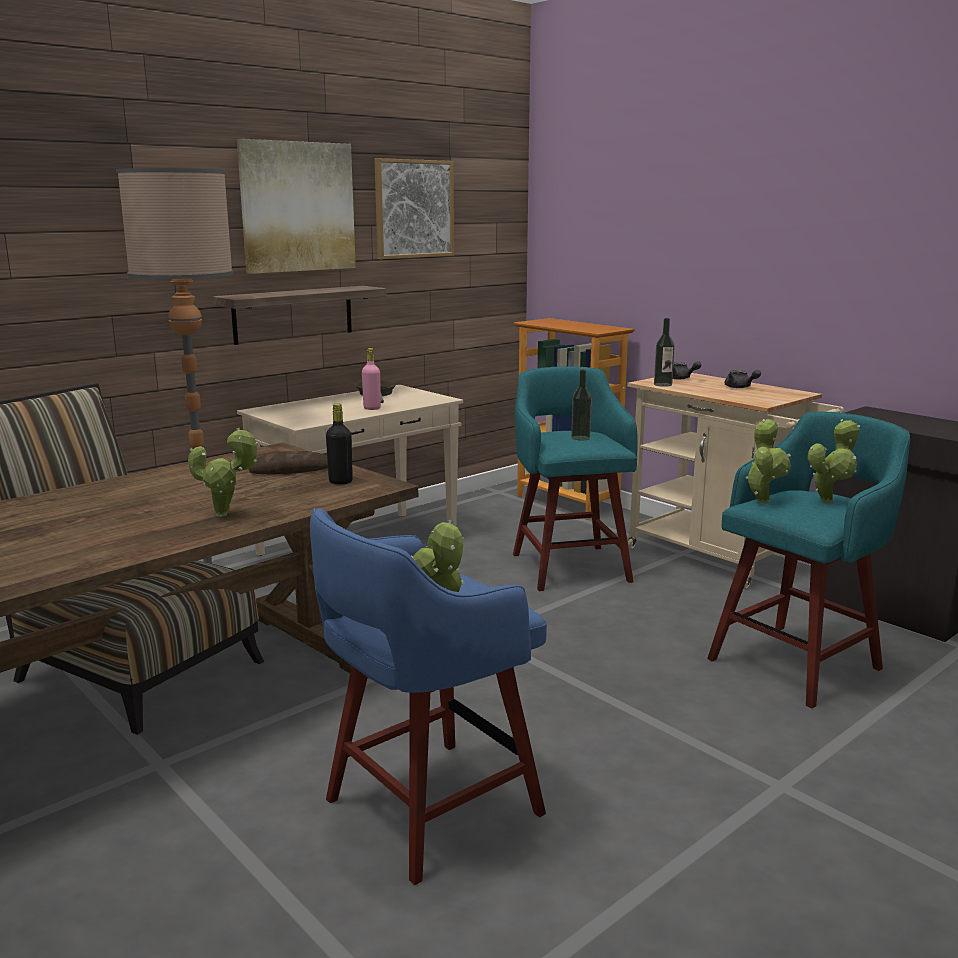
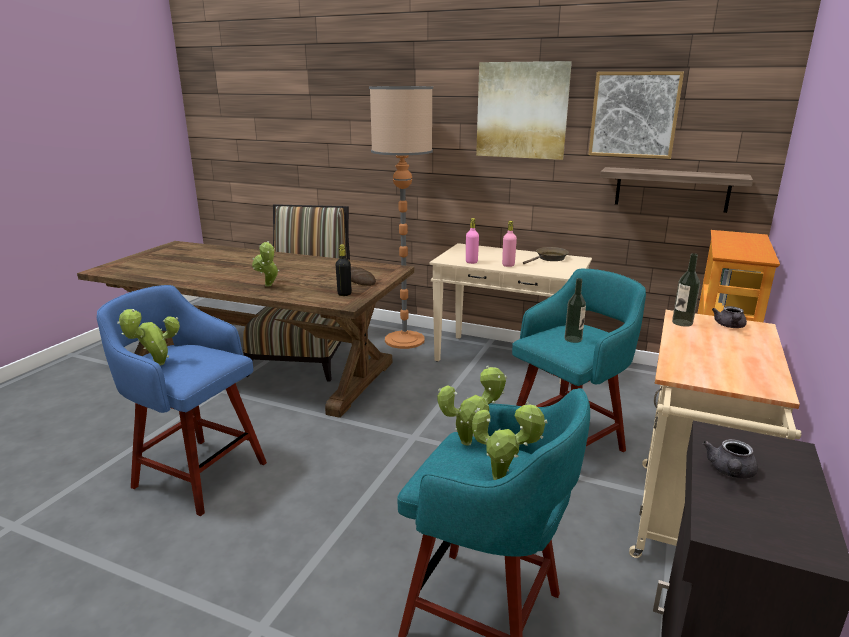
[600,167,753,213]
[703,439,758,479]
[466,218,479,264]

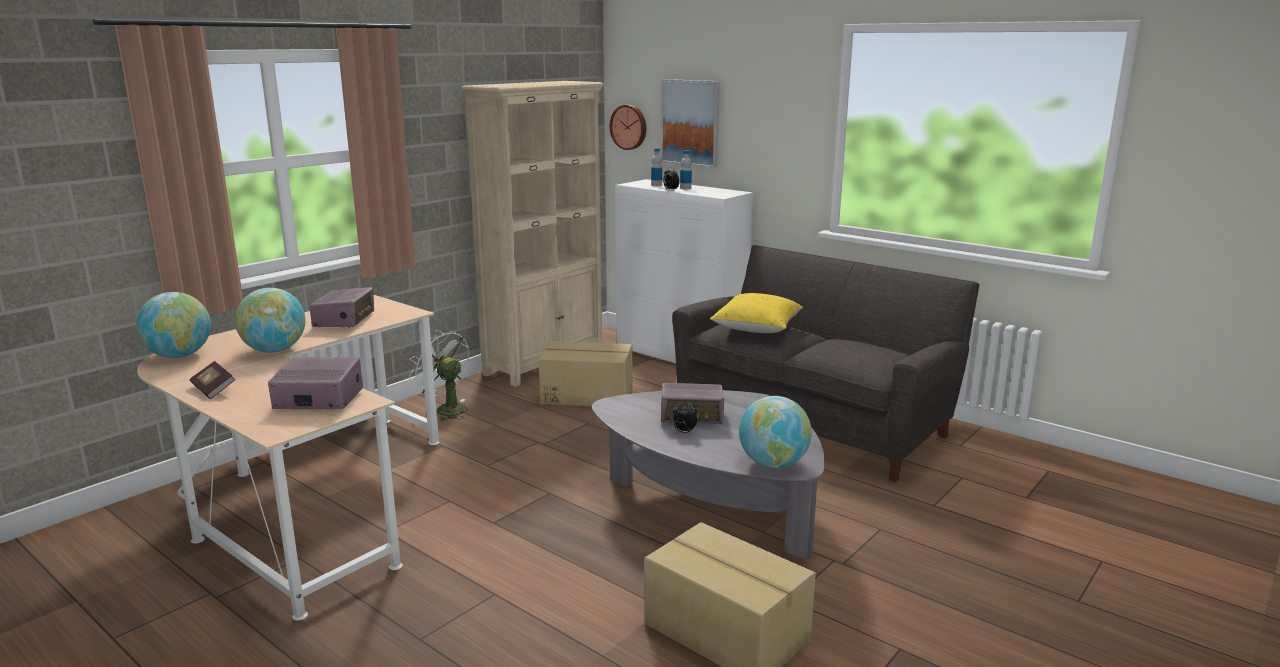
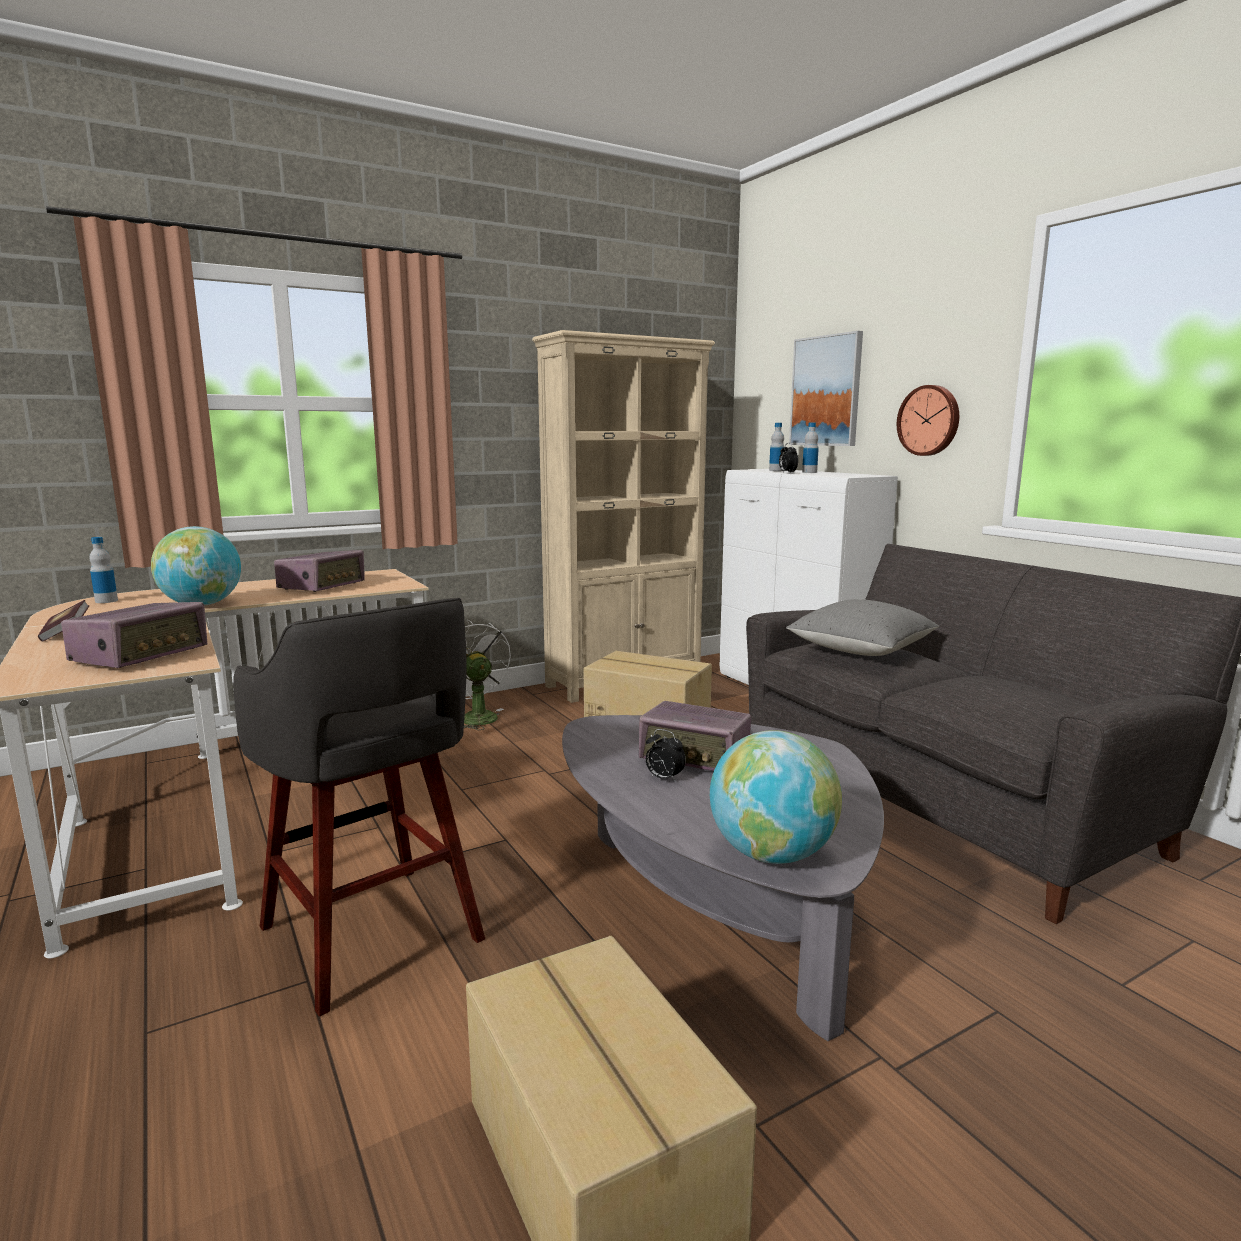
[897,385,959,456]
[89,537,118,603]
[786,599,939,656]
[61,602,207,668]
[233,598,485,1016]

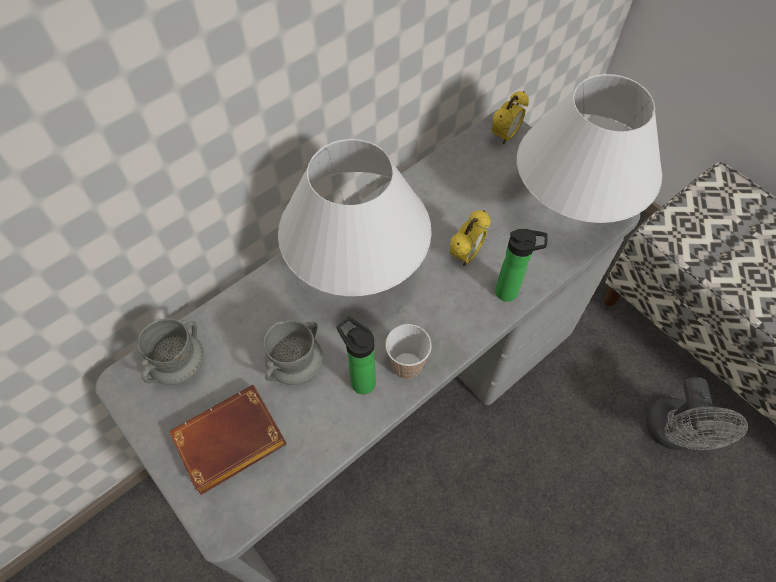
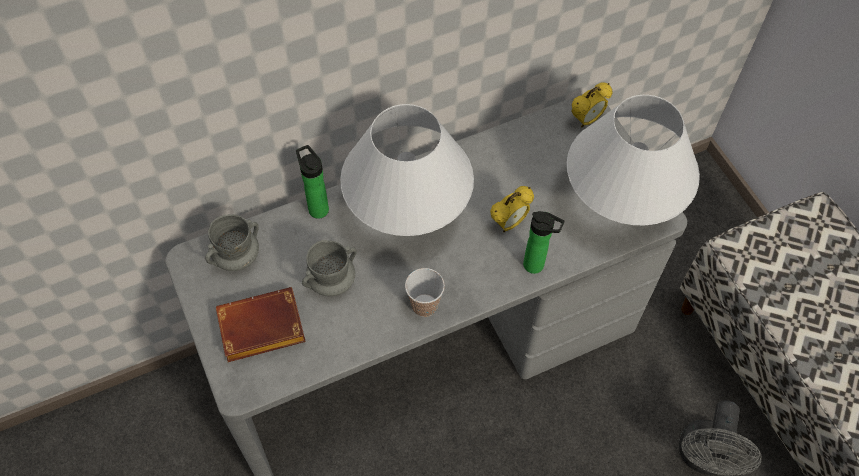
[296,145,329,219]

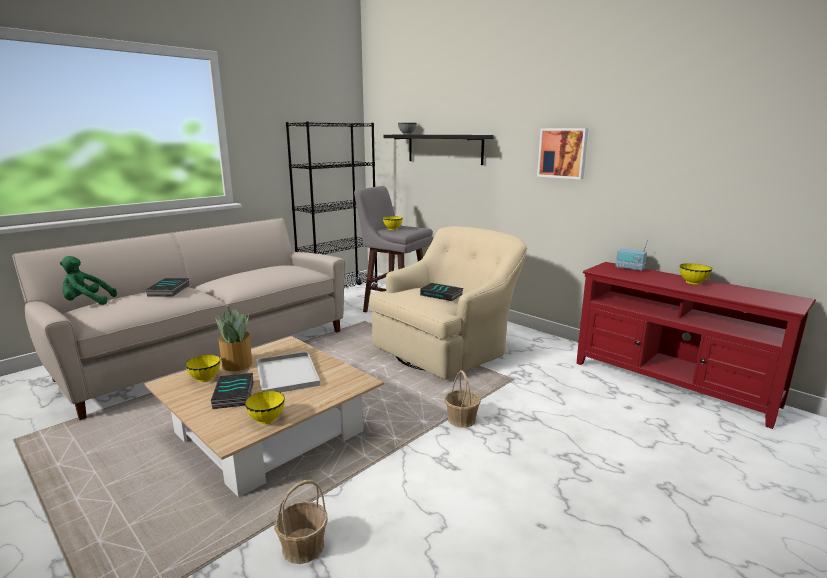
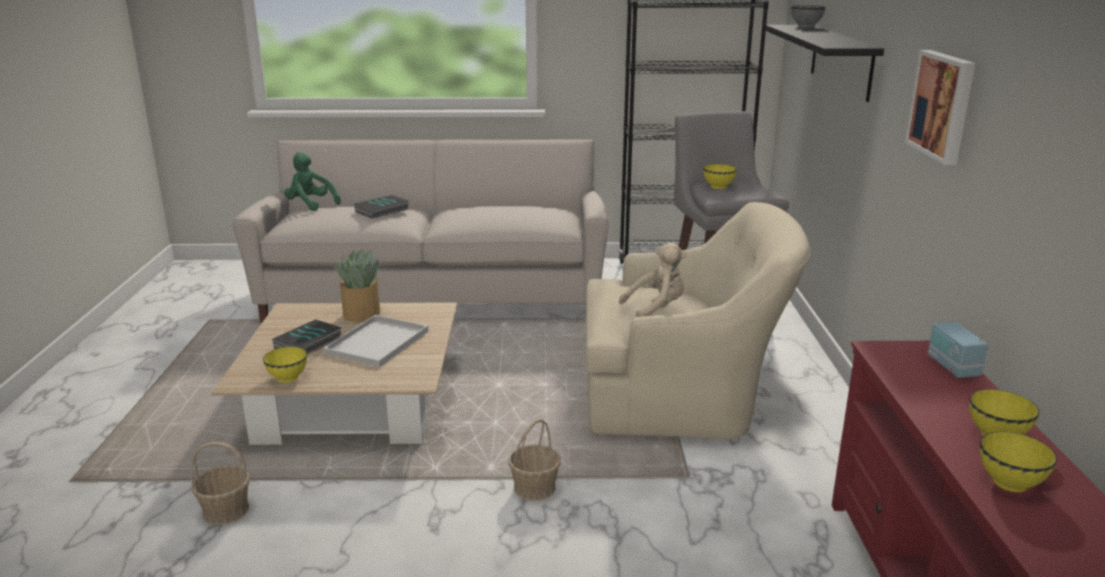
[619,243,686,317]
[980,431,1057,492]

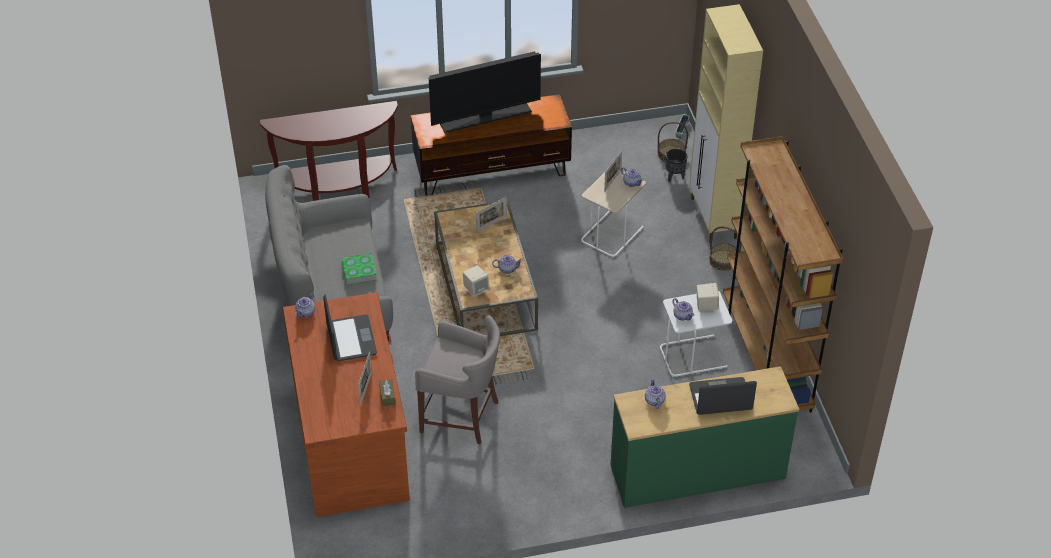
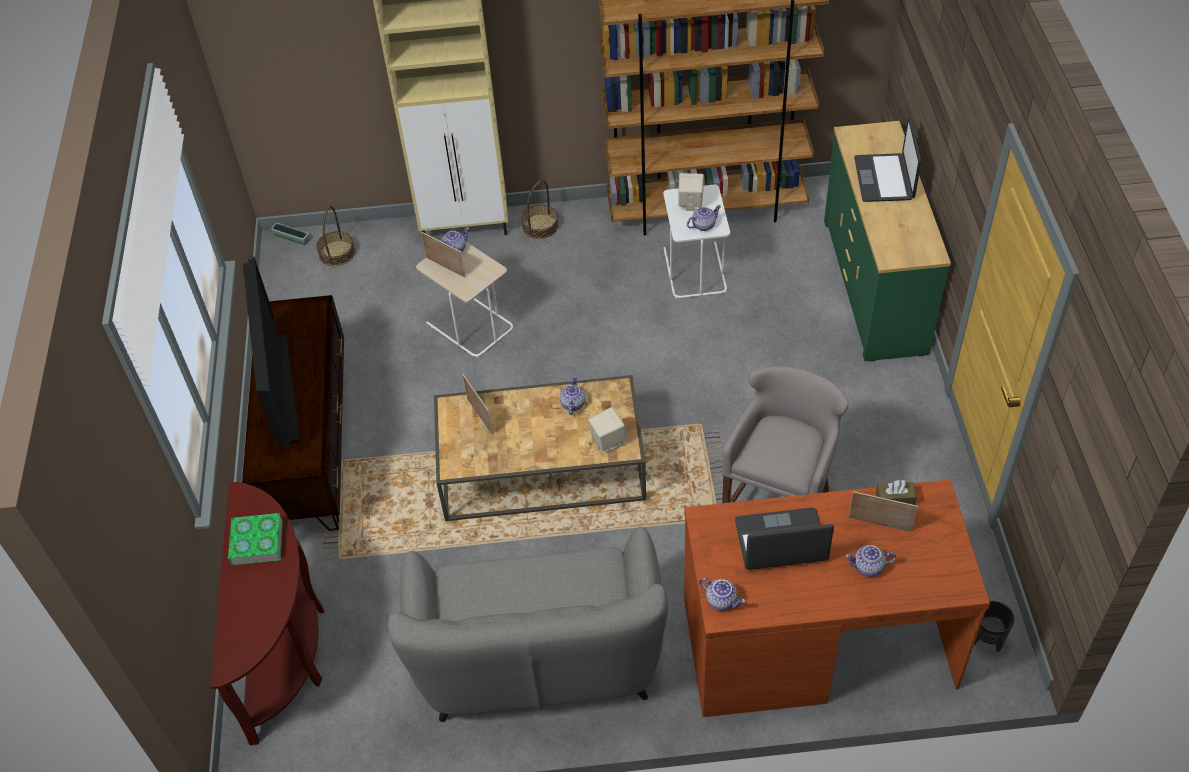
[974,601,1015,652]
[228,513,283,565]
[845,545,896,577]

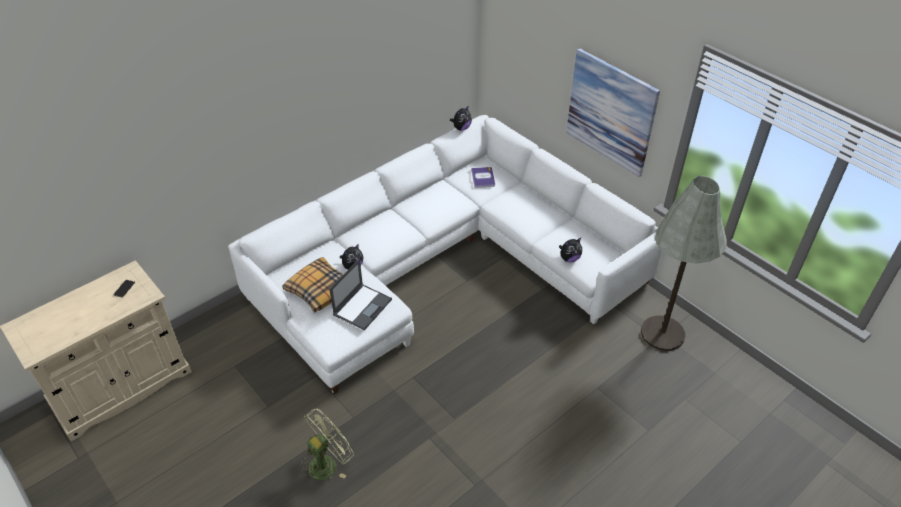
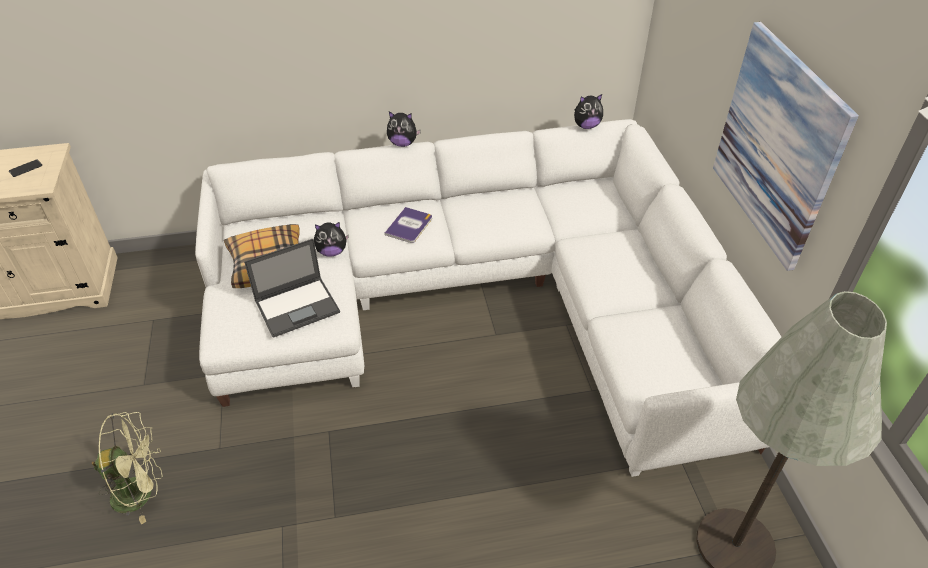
[384,207,432,243]
[387,112,421,147]

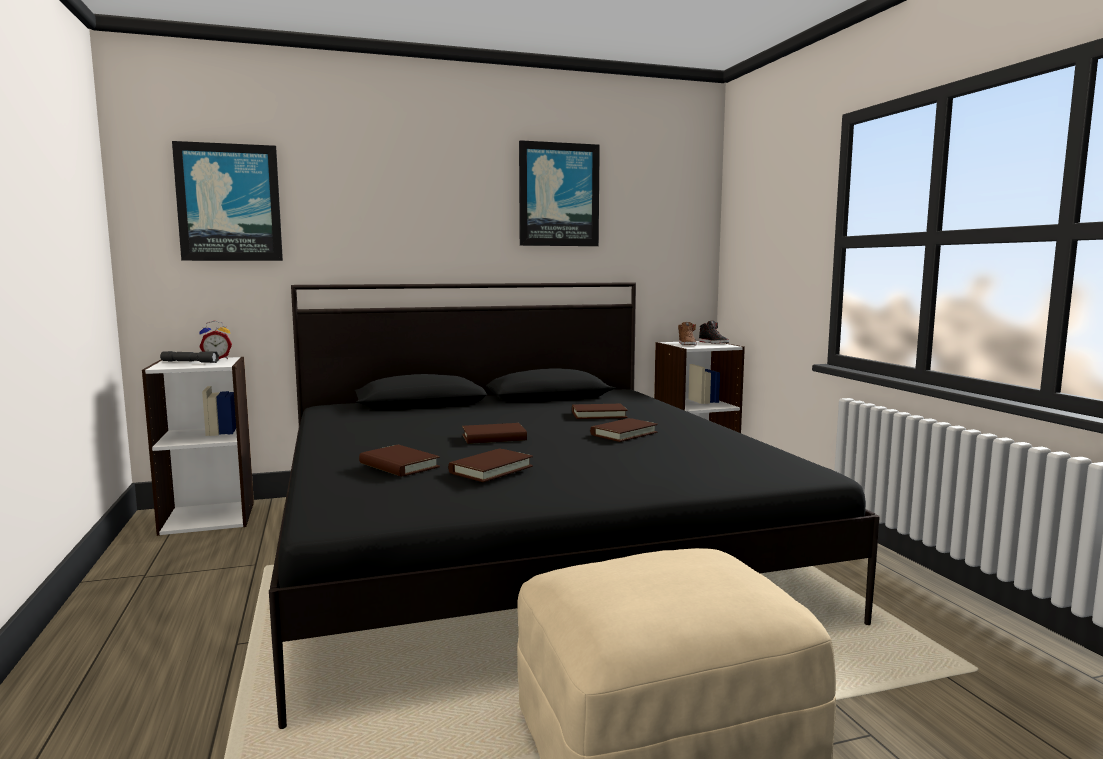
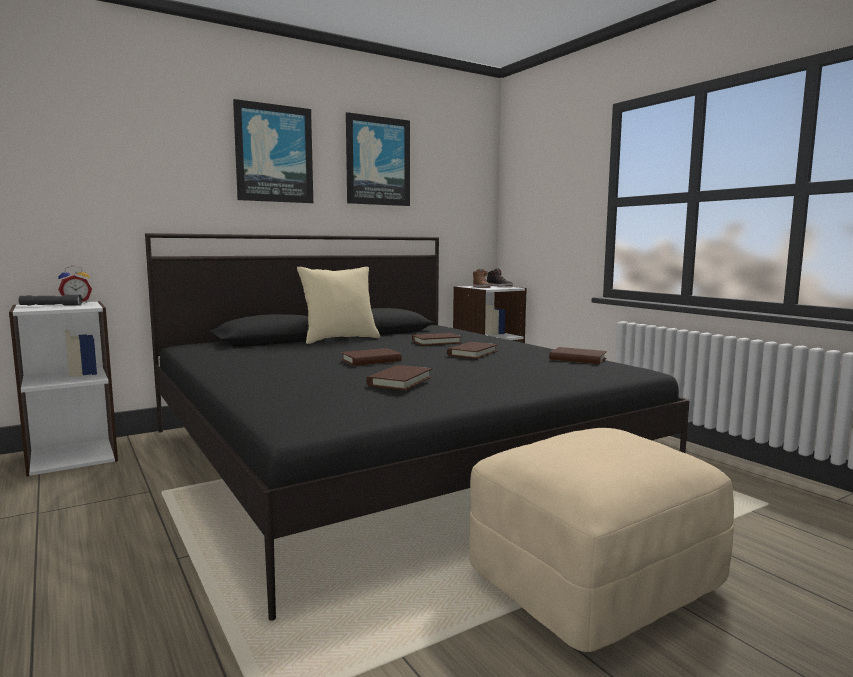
[233,99,313,203]
[549,347,607,364]
[297,267,380,344]

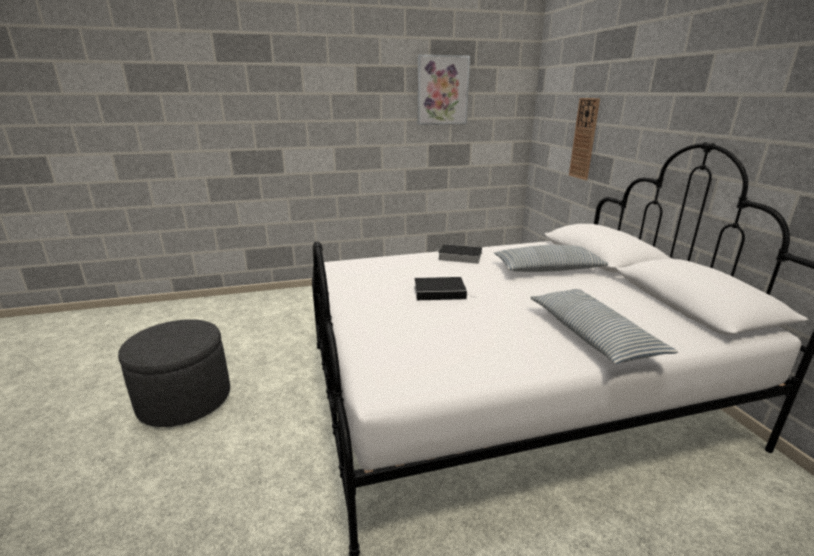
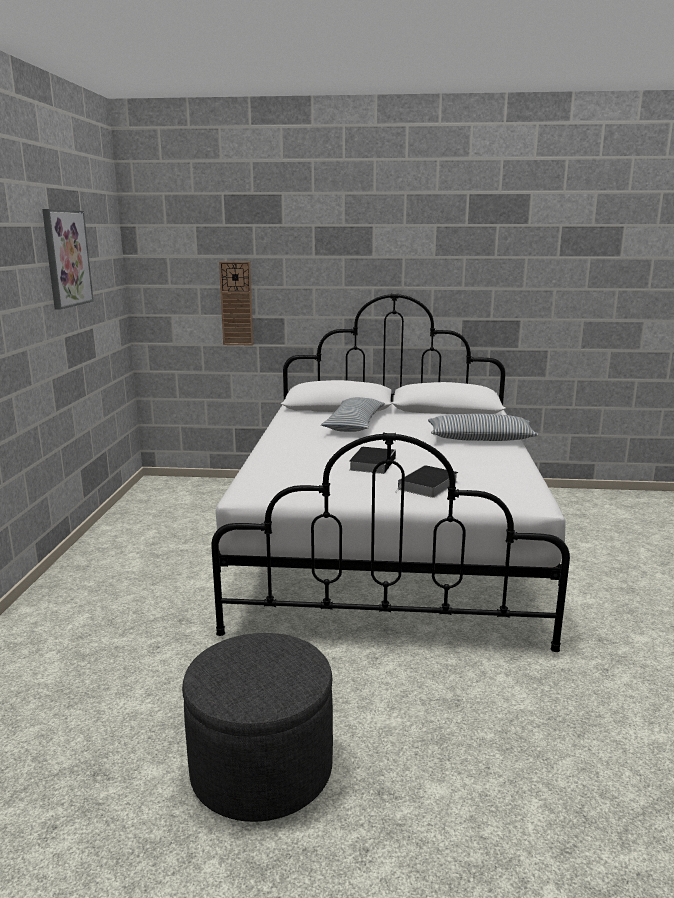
[395,465,458,498]

